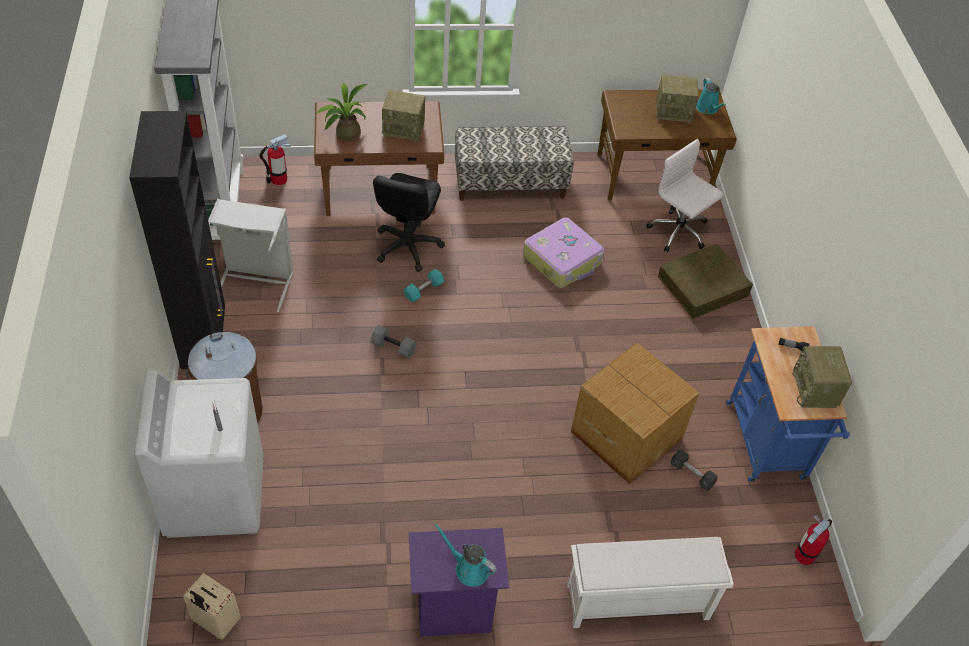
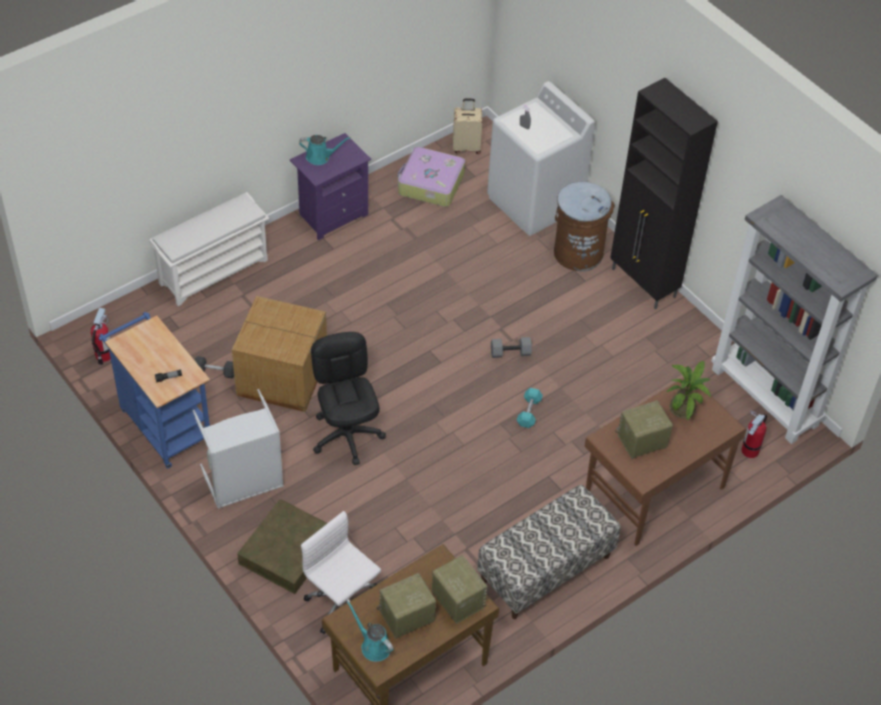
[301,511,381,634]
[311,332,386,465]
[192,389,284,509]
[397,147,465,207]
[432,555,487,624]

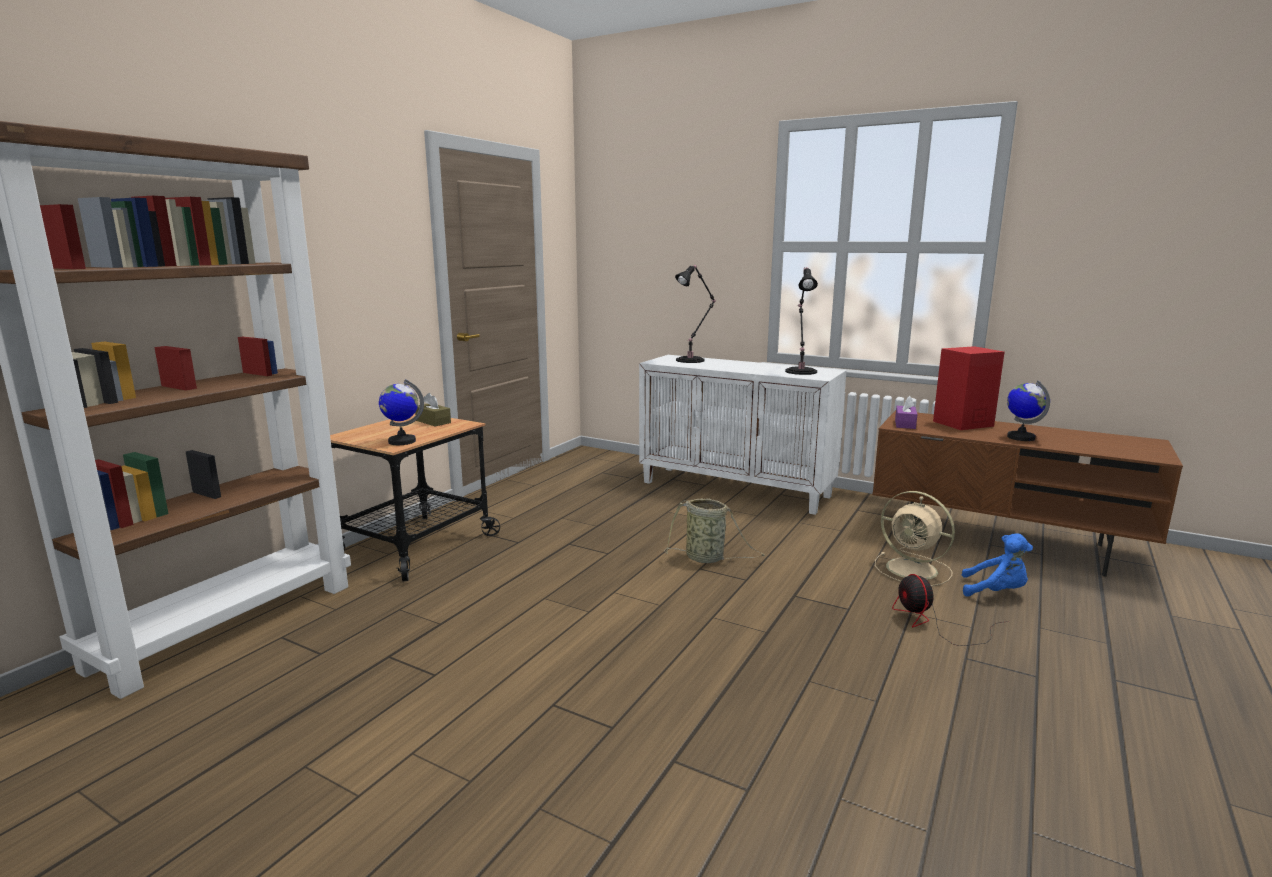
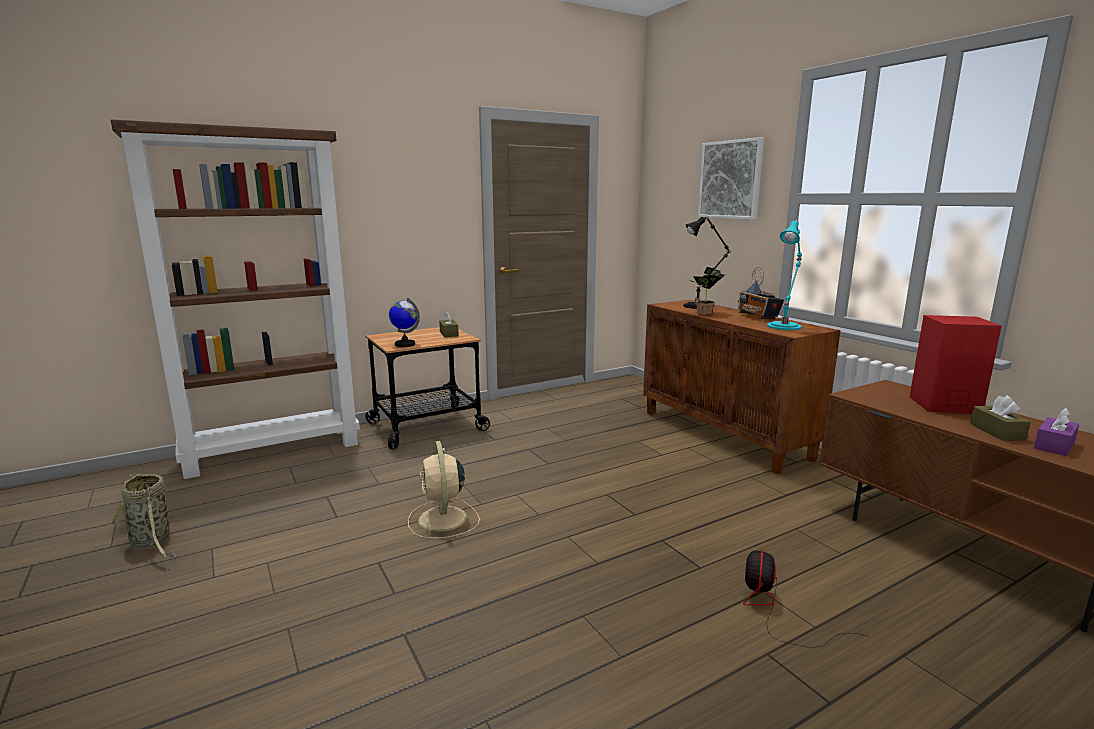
[767,220,802,330]
[643,300,841,474]
[970,395,1031,441]
[1034,408,1079,456]
[408,441,480,539]
[109,473,176,558]
[962,533,1033,597] (first image)
[698,137,764,220]
[690,267,725,314]
[738,267,784,320]

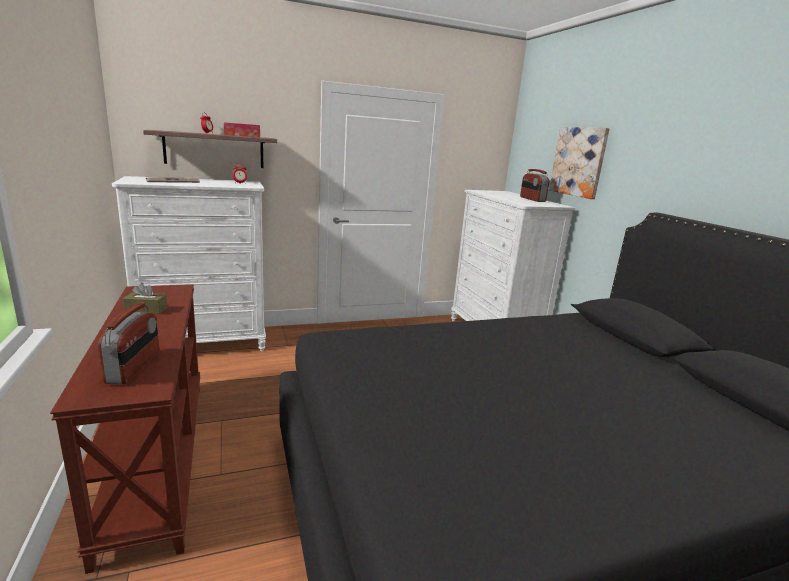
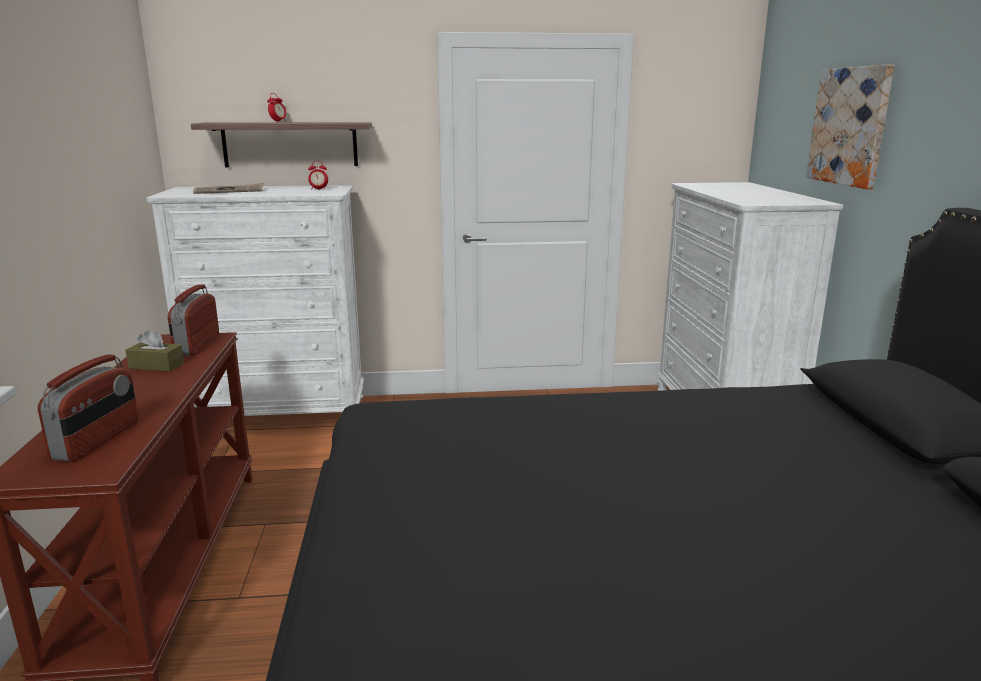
[224,122,260,137] (first image)
[168,284,219,356]

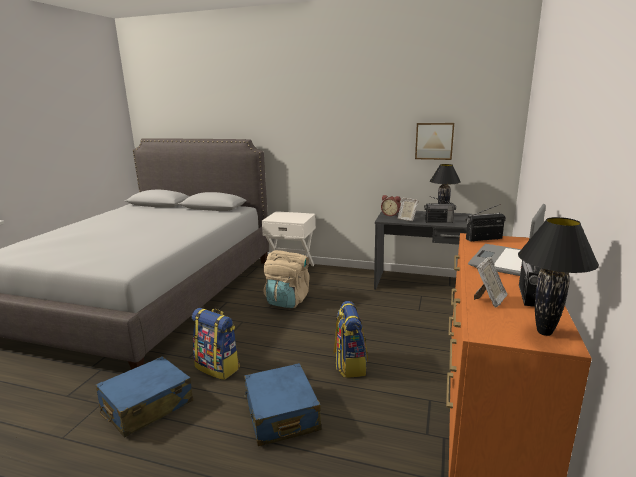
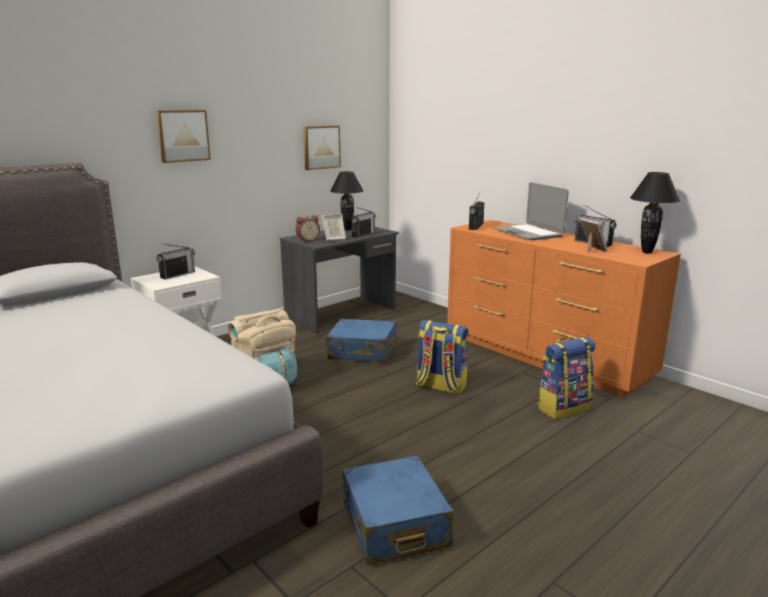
[537,337,595,419]
[326,319,397,363]
[156,110,211,163]
[156,244,195,279]

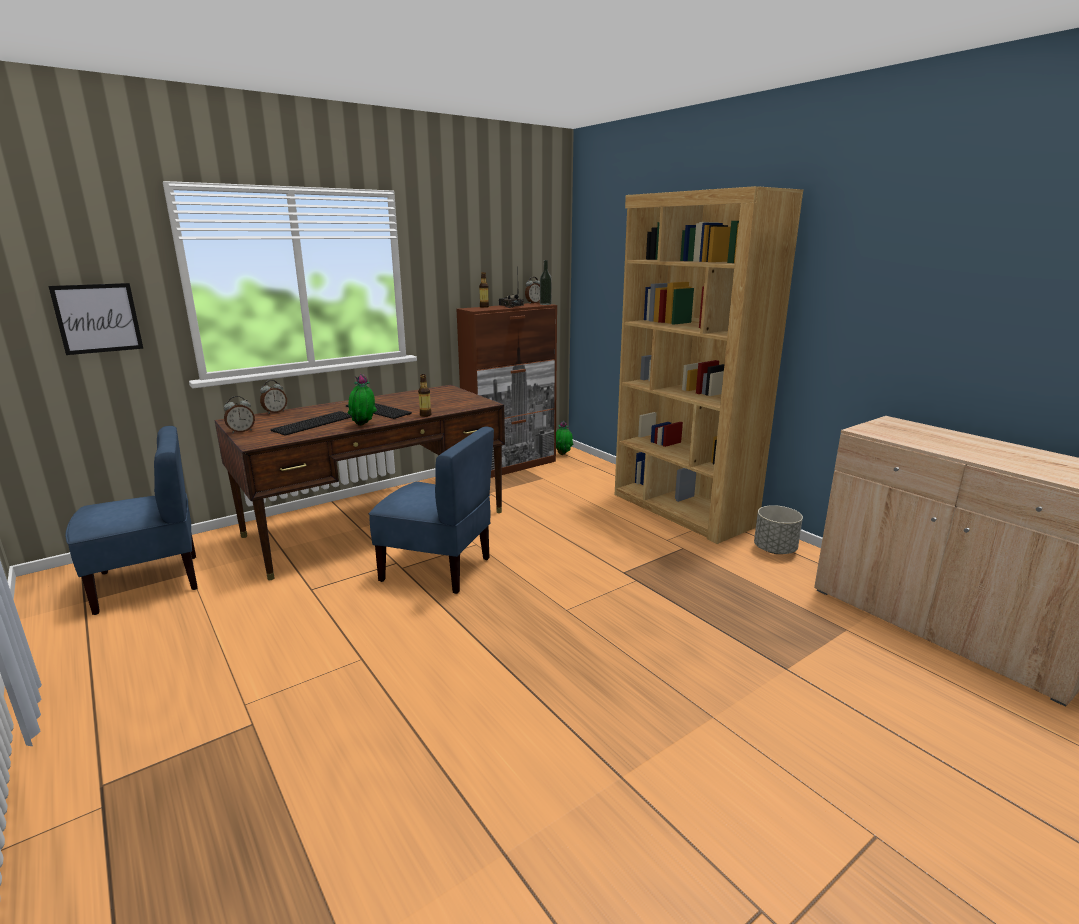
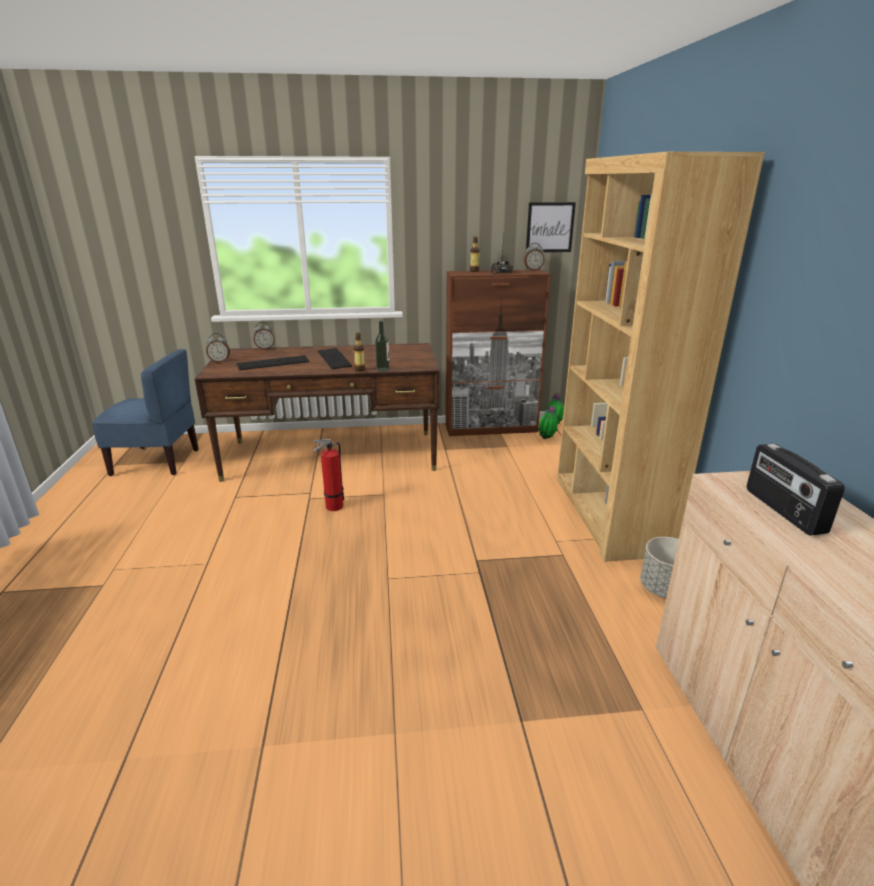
[375,321,390,372]
[526,202,576,252]
[538,405,558,439]
[313,439,344,511]
[747,444,845,536]

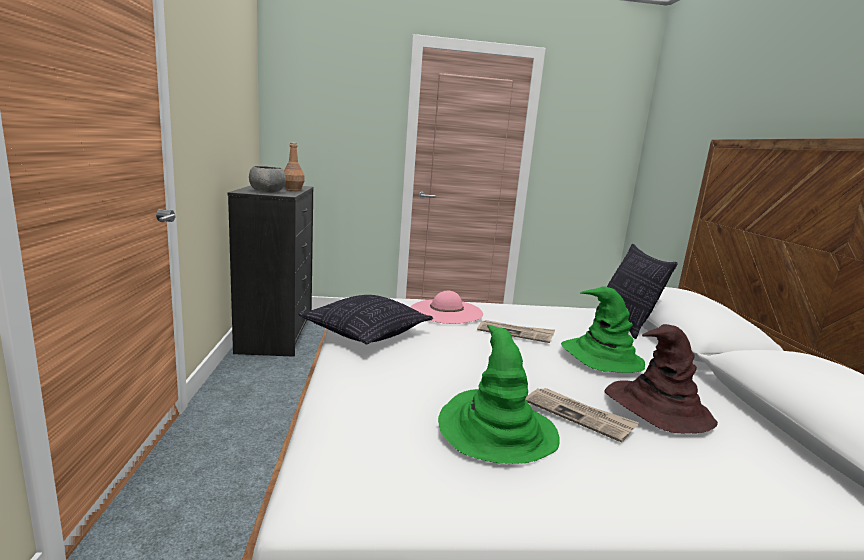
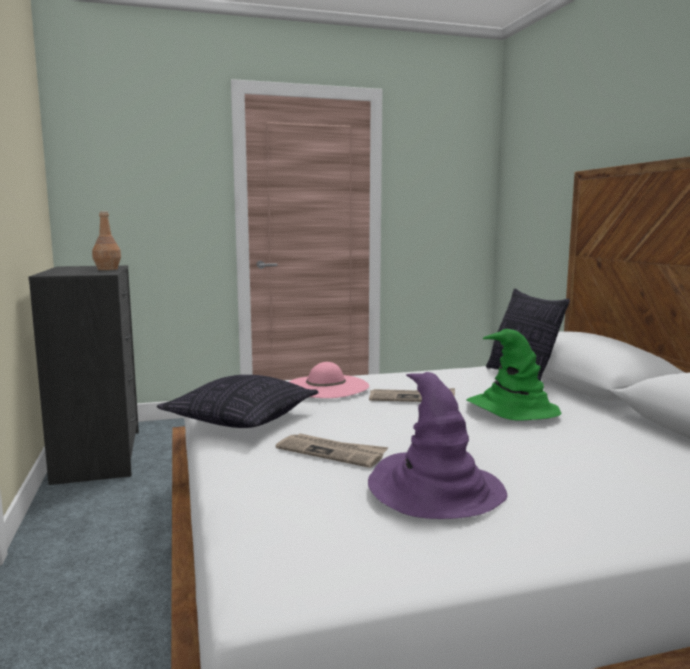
[249,166,286,193] (first image)
[604,324,718,434] (first image)
[368,372,507,519]
[276,434,388,468]

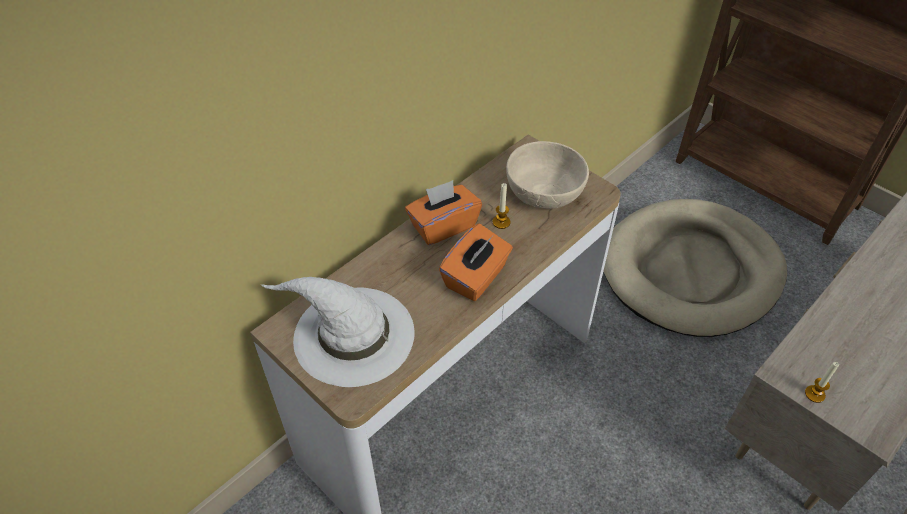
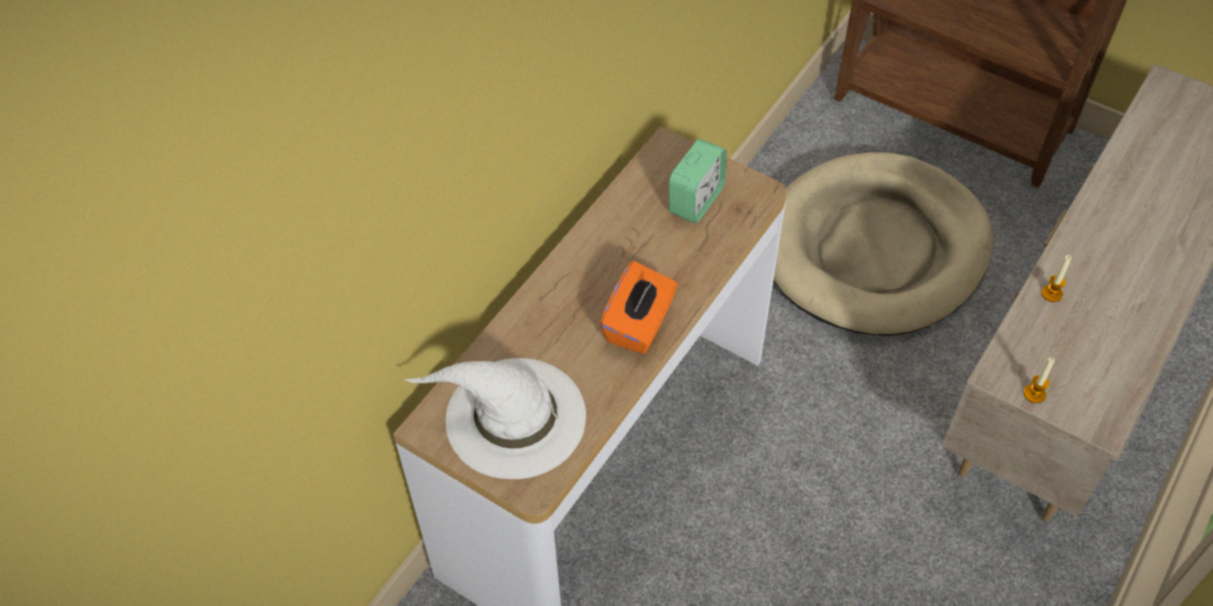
[669,139,727,223]
[405,180,482,245] (first image)
[1041,255,1072,302]

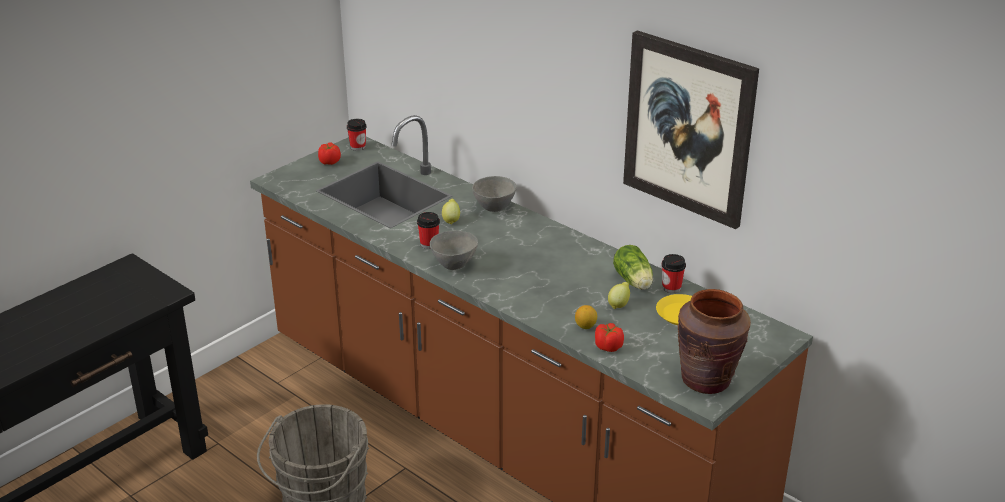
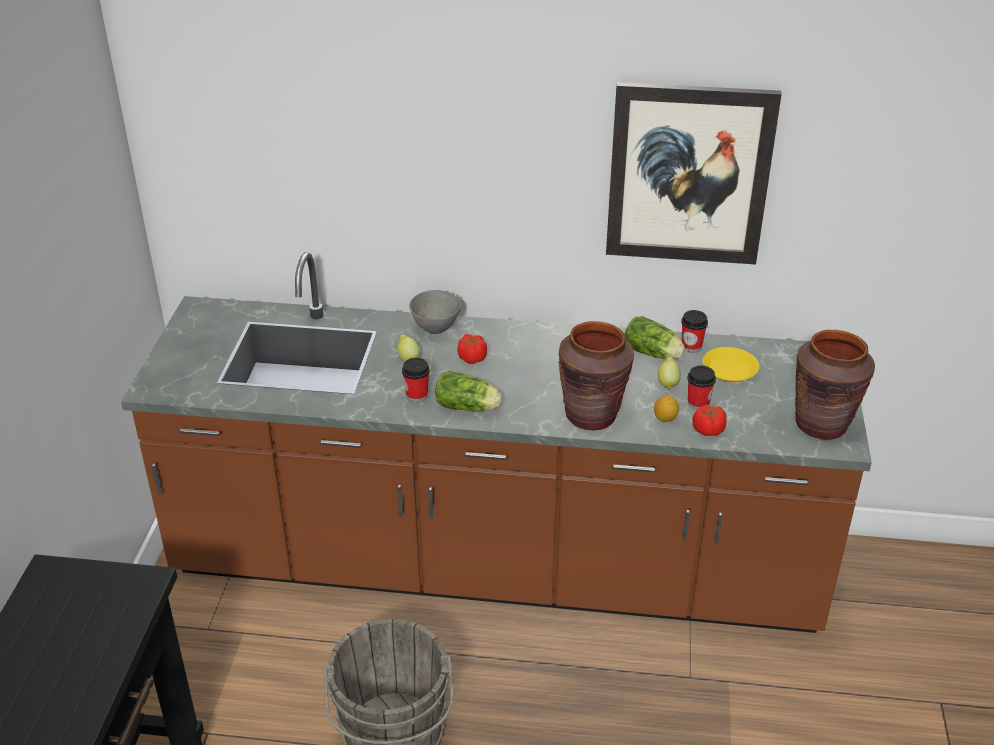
[688,365,716,410]
[458,334,487,364]
[435,371,502,412]
[559,321,634,431]

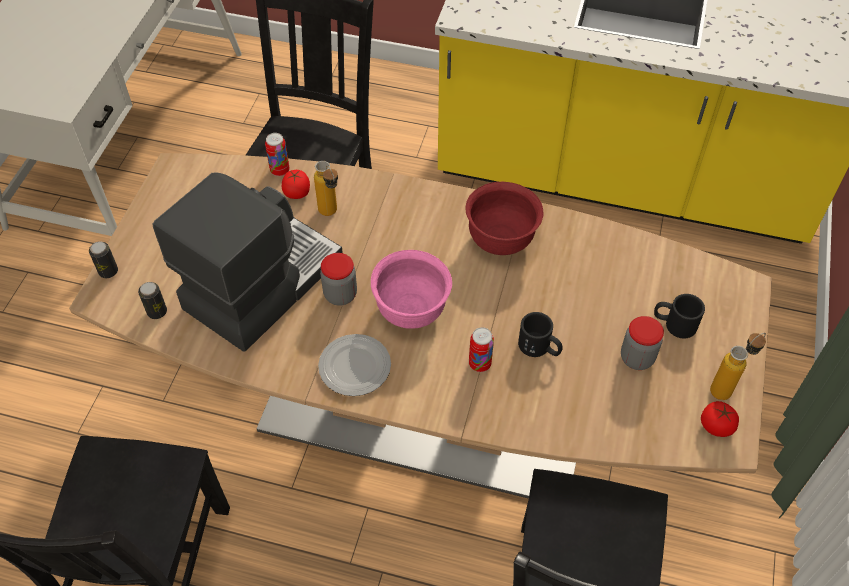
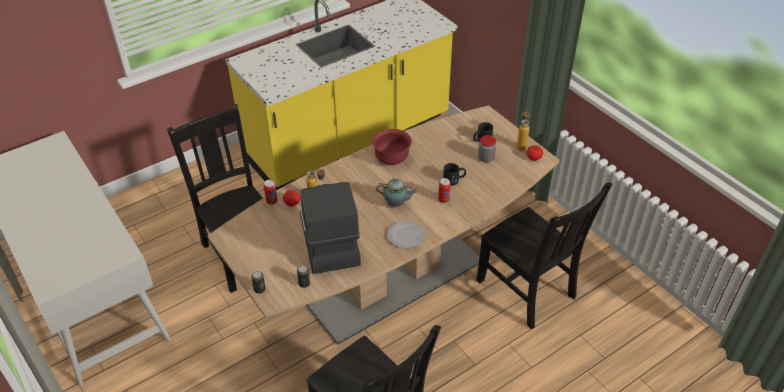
[376,178,417,207]
[320,253,357,306] (first image)

